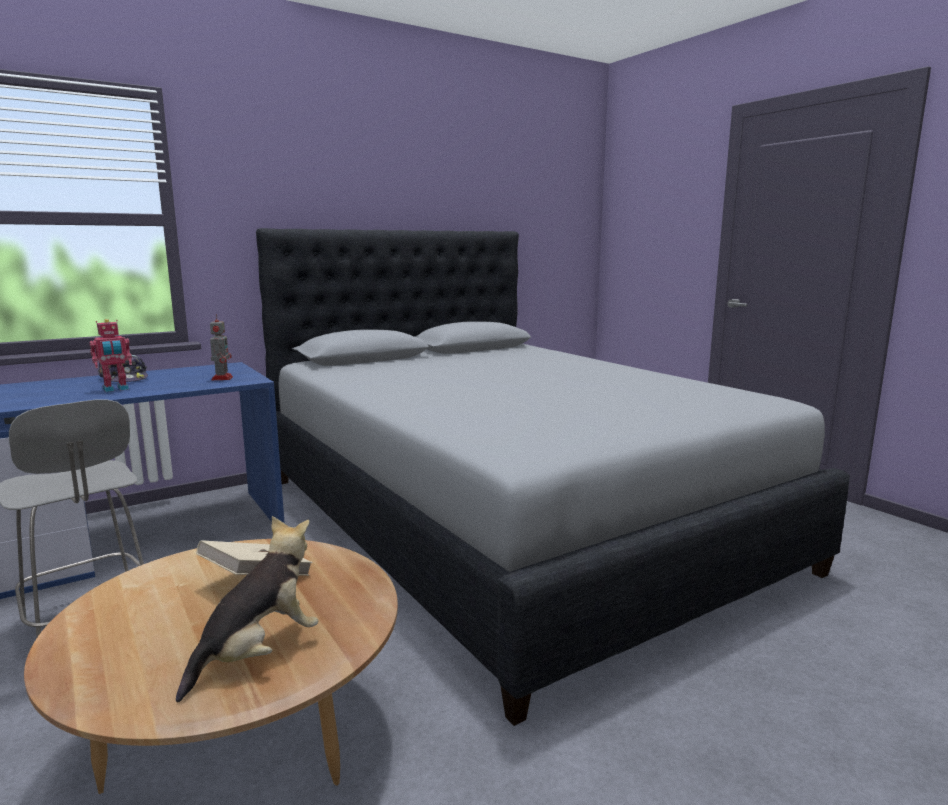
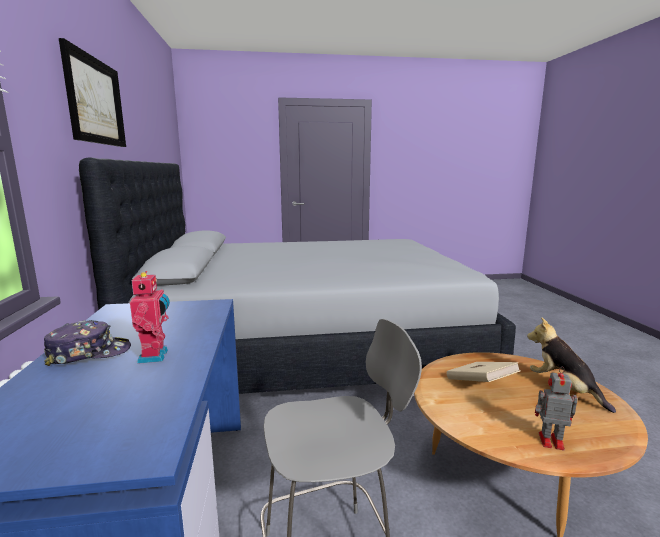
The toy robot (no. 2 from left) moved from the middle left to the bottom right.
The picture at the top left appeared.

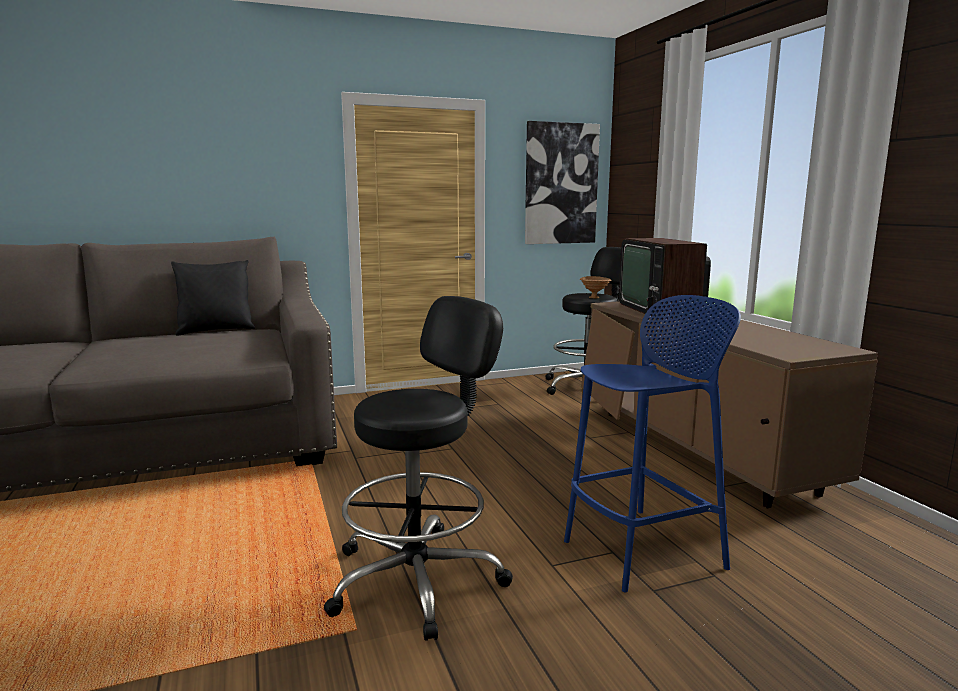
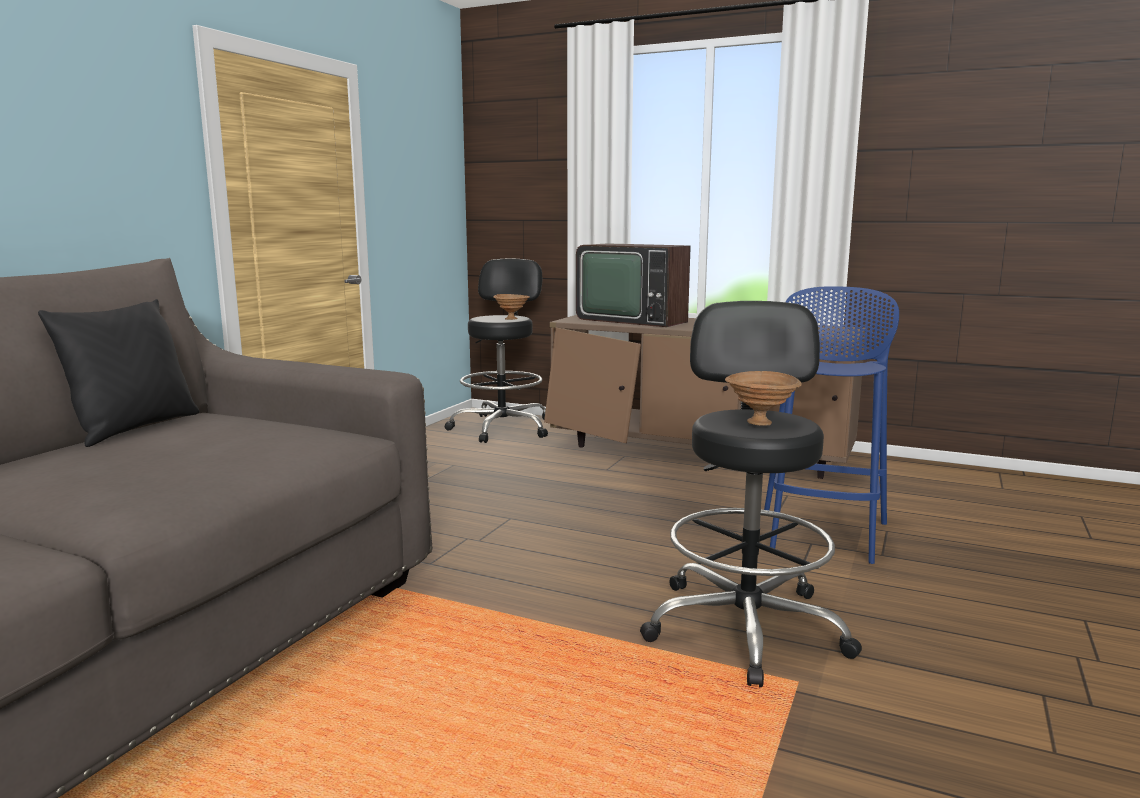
The picture at the top centre disappeared.
The brown bowl (no. 2 from left) at the middle right appeared.

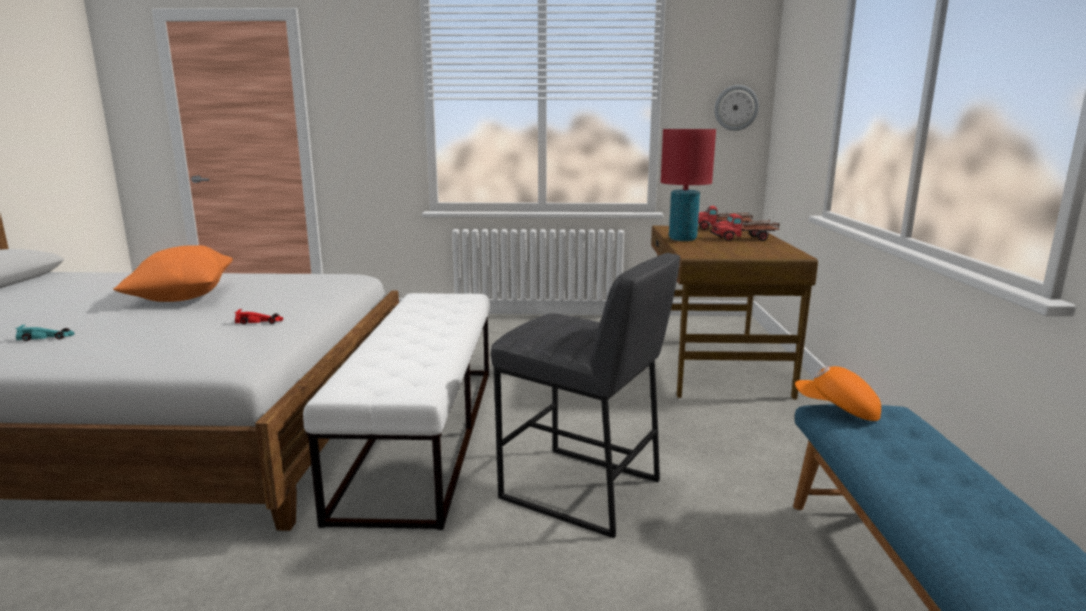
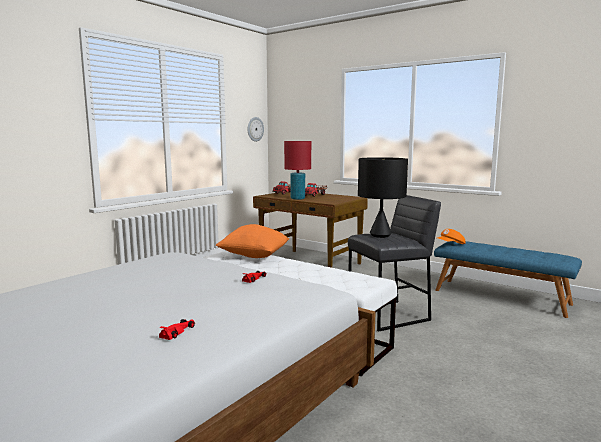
The turquoise toy car at the middle left became the red toy car (no. 1 from left) at the bottom left.
The orange pillow moved from the middle left to the centre.
The black table lamp at the centre appeared.

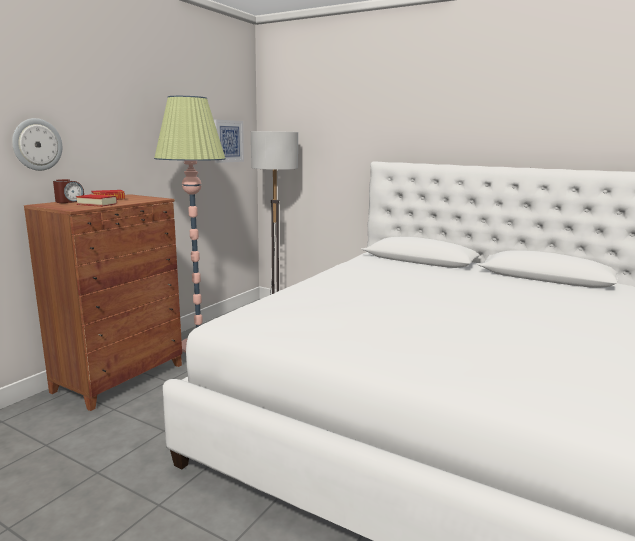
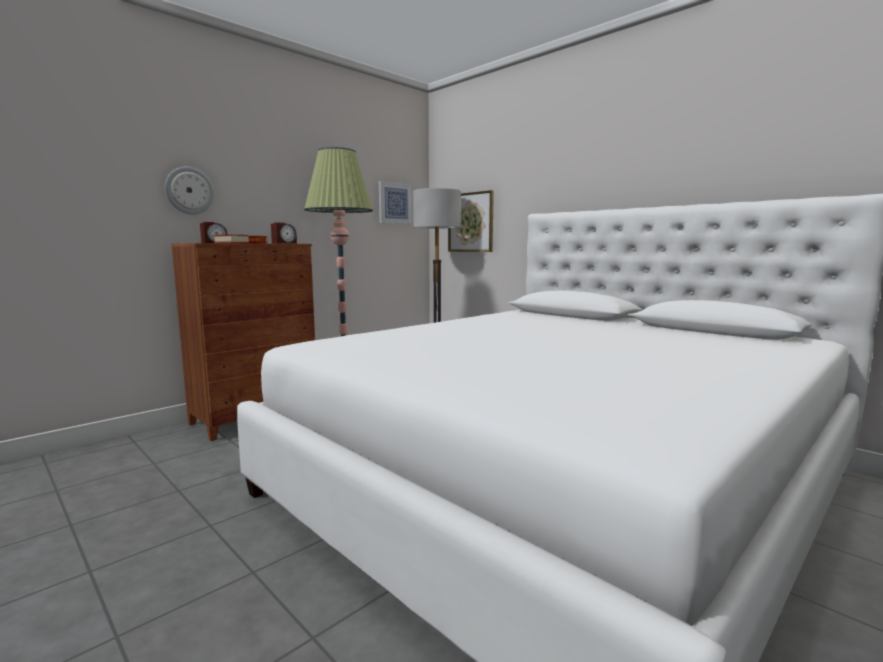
The alarm clock (no. 2 from left) at the middle left appeared.
The picture (no. 2 from left) at the centre appeared.

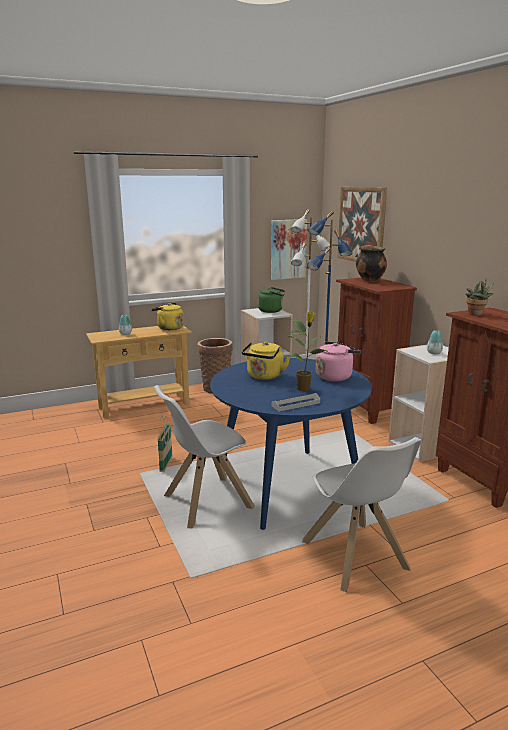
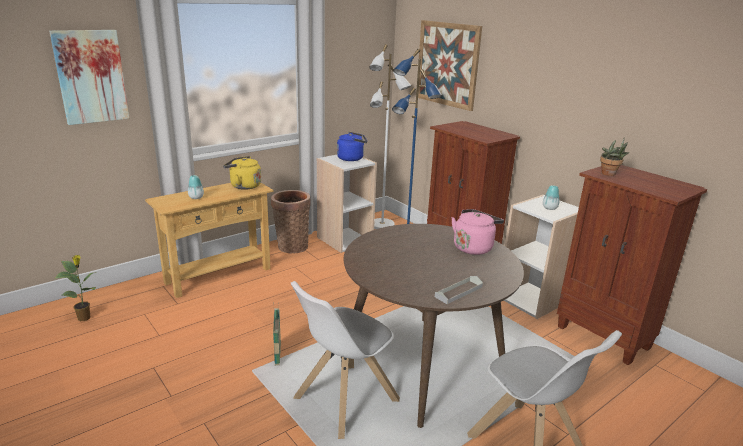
The blue dining table at the centre became the brown dining table at the bottom centre.
The yellow kettle (no. 2 from left) at the centre disappeared.
The green kettle at the centre became the blue kettle at the top centre.
The picture (no. 1 from left) moved from the centre to the top left.
The potted plant (no. 1 from left) moved from the centre to the middle left.
The cooking pot at the middle right disappeared.

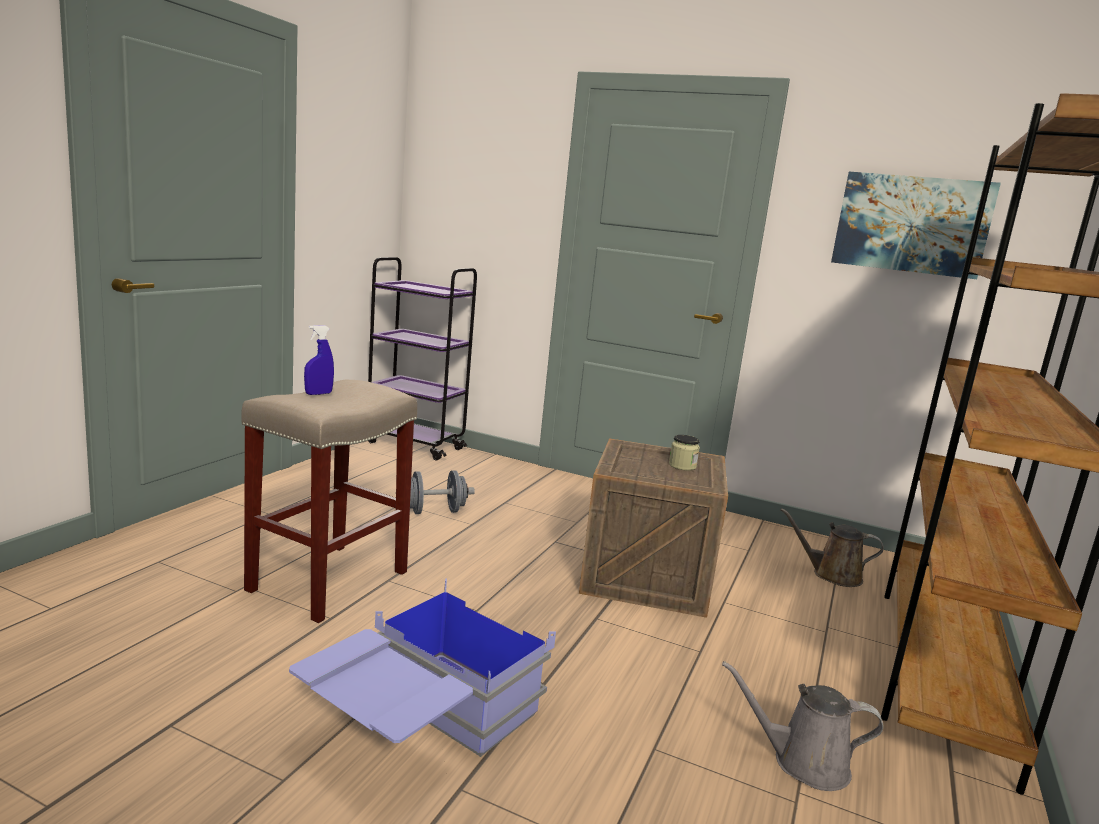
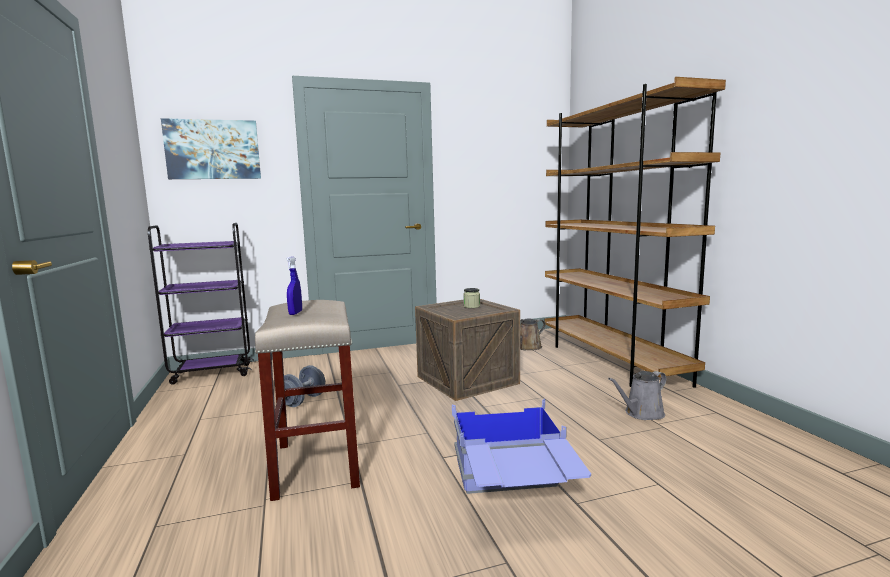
The picture moved from the top right to the top left.

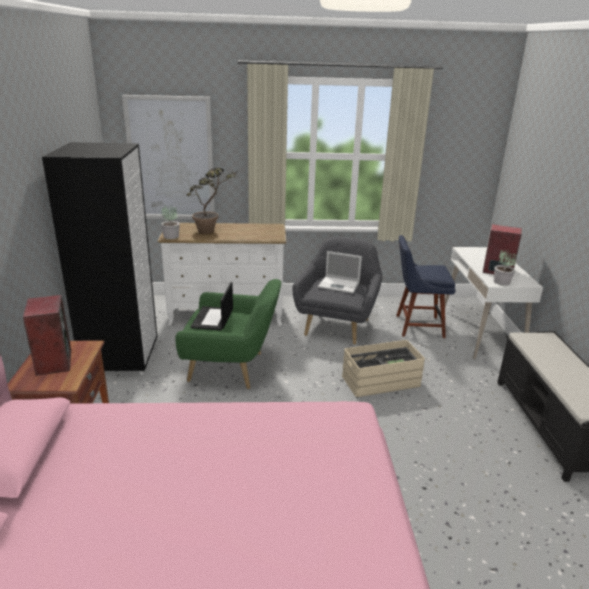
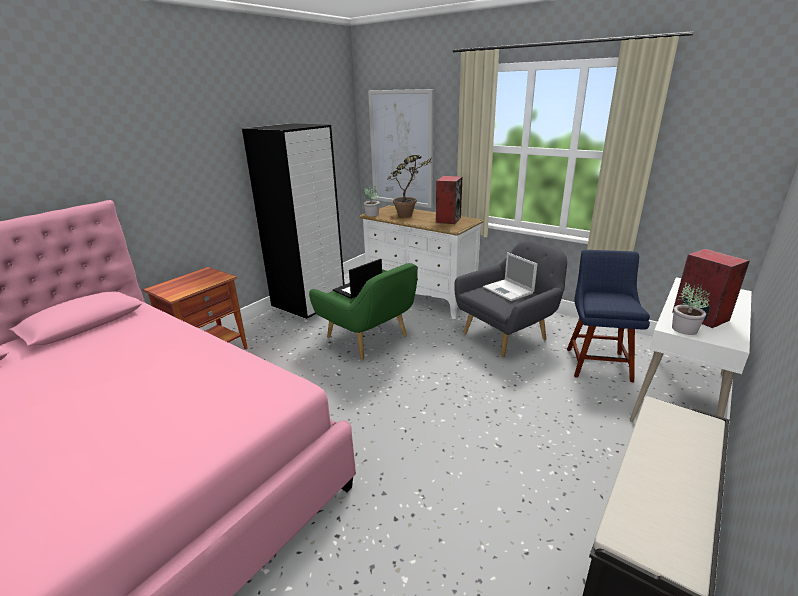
The speaker (no. 1 from left) moved from the middle left to the centre.
The beige storage box at the centre disappeared.
The blue chair at the middle right turned 60 degrees clockwise.

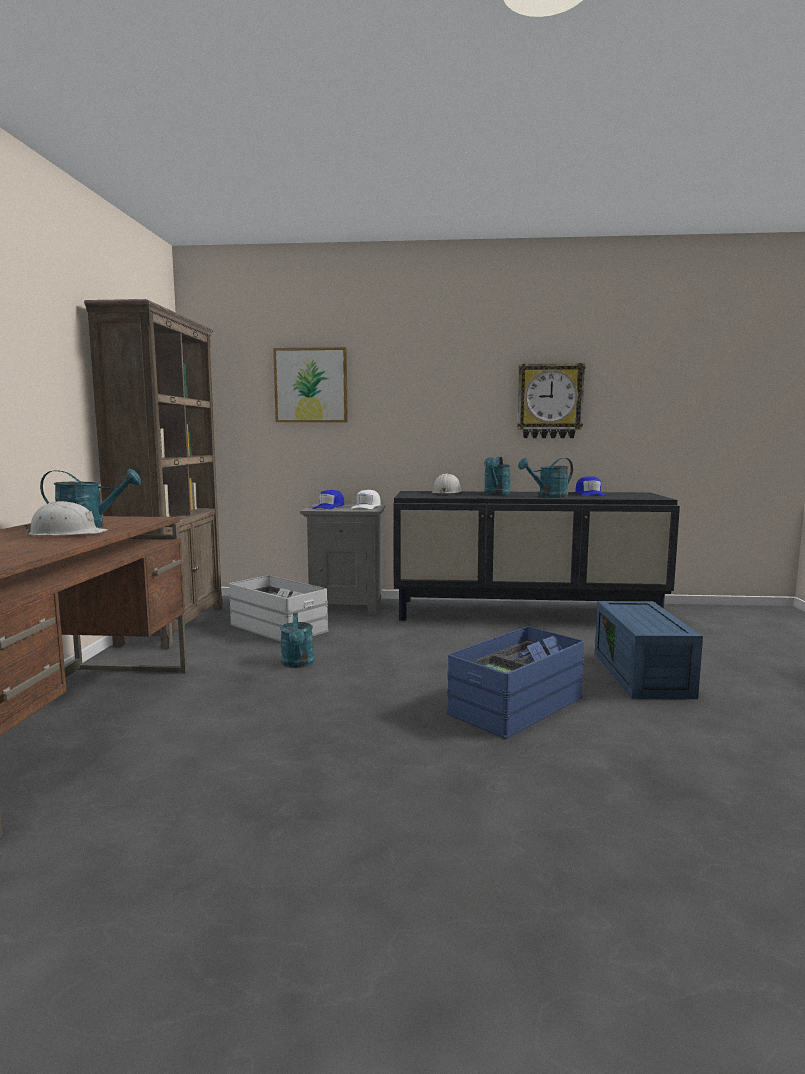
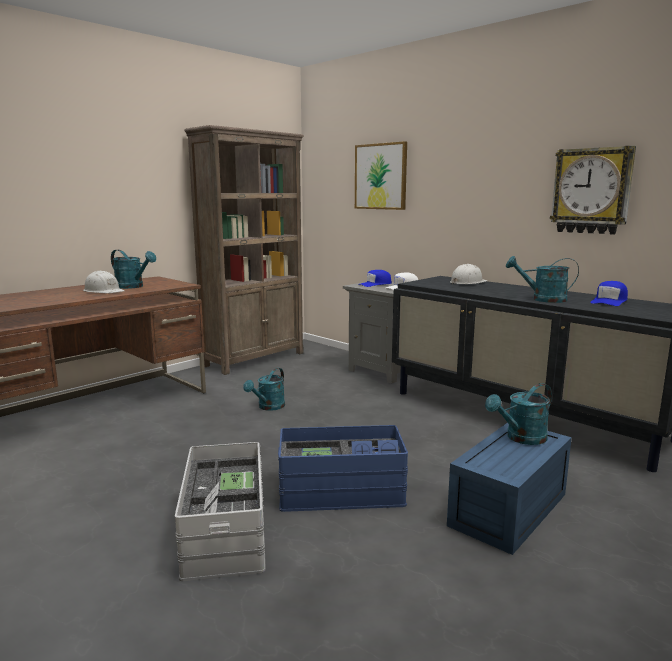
The grey storage box moved from the centre to the bottom left.
The turquoise watering can (no. 3 from left) moved from the centre to the middle right.

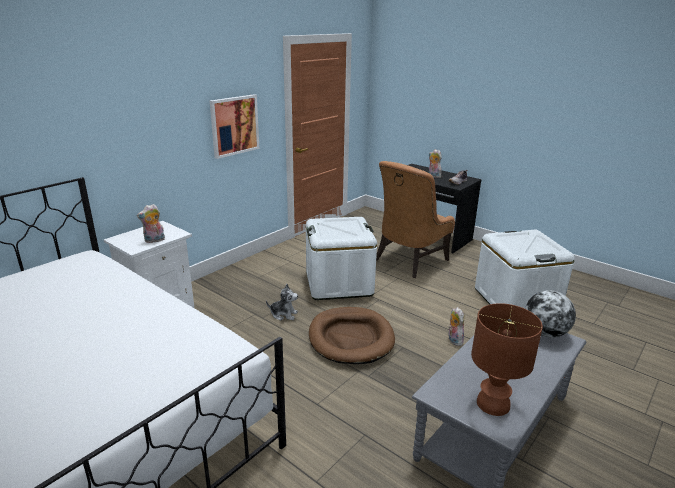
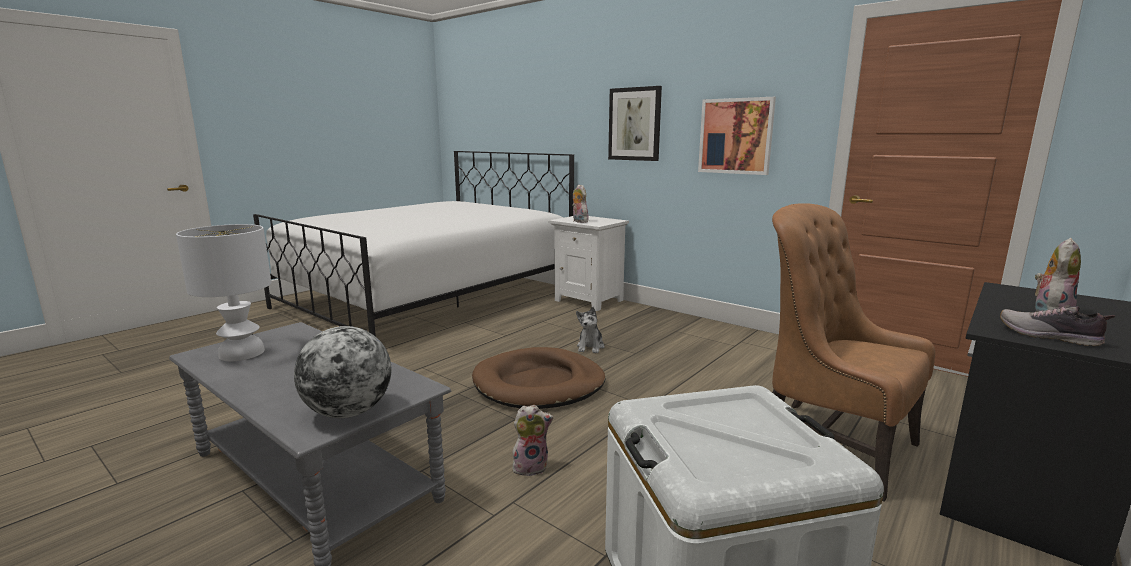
The white storage box (no. 1 from left) at the centre disappeared.
The brown table lamp at the bottom right became the white table lamp at the middle left.
The picture (no. 1 from left) at the top centre appeared.

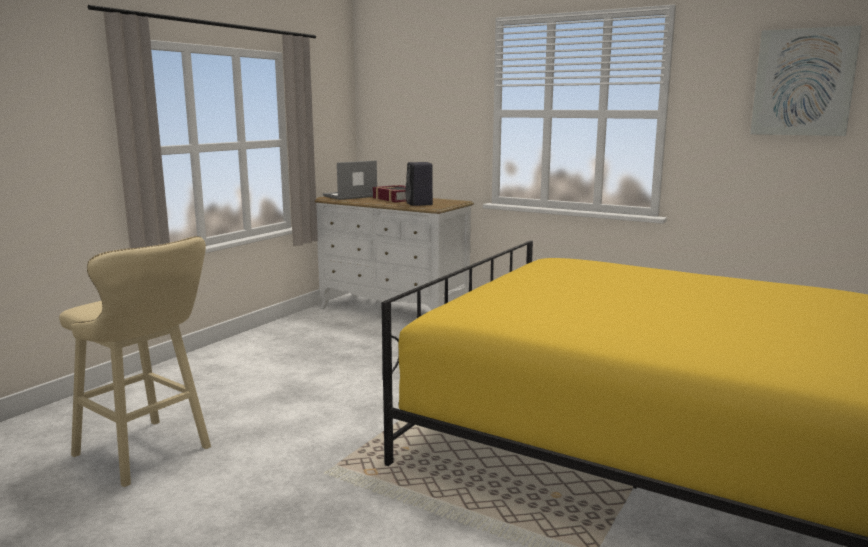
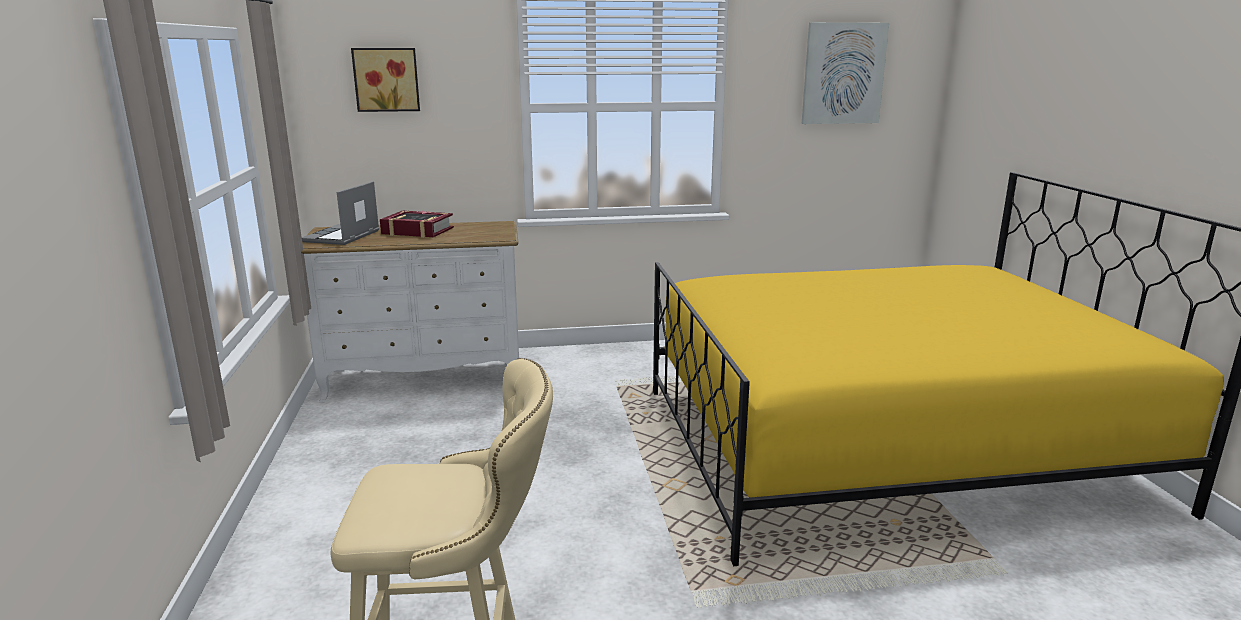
The black speaker at the centre disappeared.
The picture (no. 1 from left) at the top left appeared.

